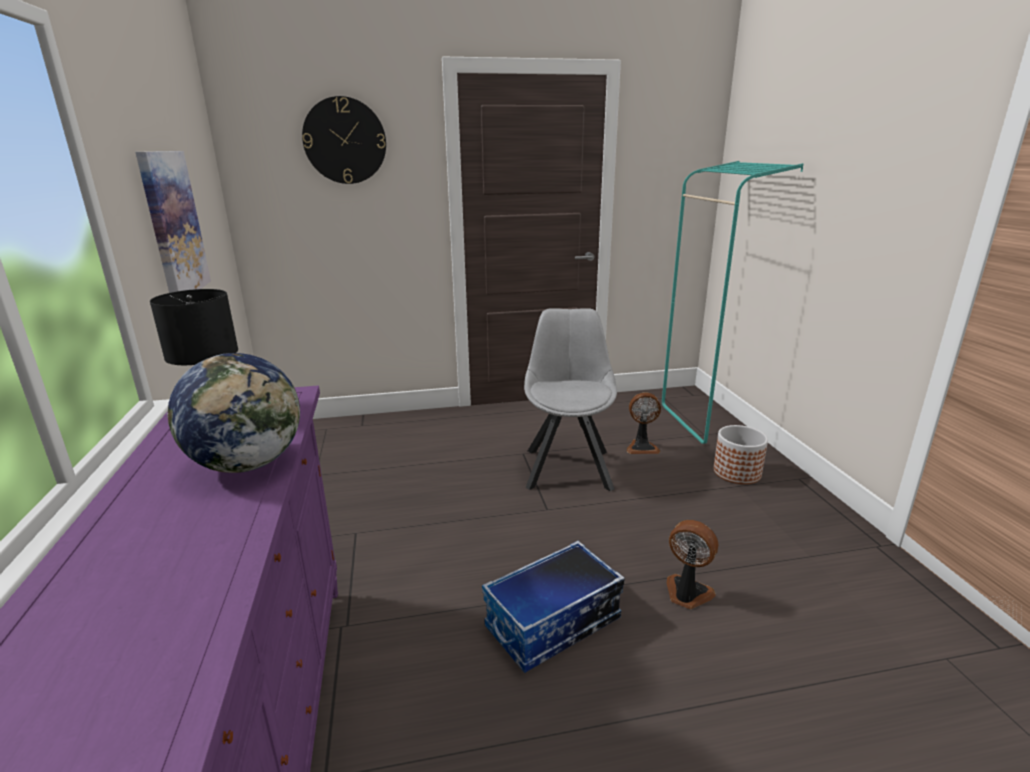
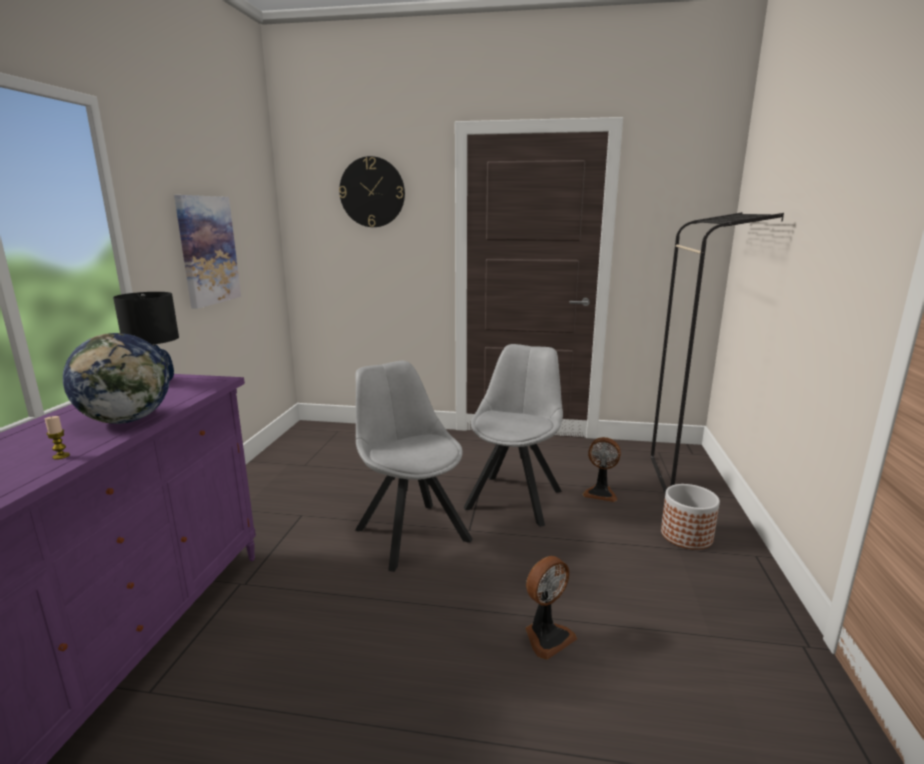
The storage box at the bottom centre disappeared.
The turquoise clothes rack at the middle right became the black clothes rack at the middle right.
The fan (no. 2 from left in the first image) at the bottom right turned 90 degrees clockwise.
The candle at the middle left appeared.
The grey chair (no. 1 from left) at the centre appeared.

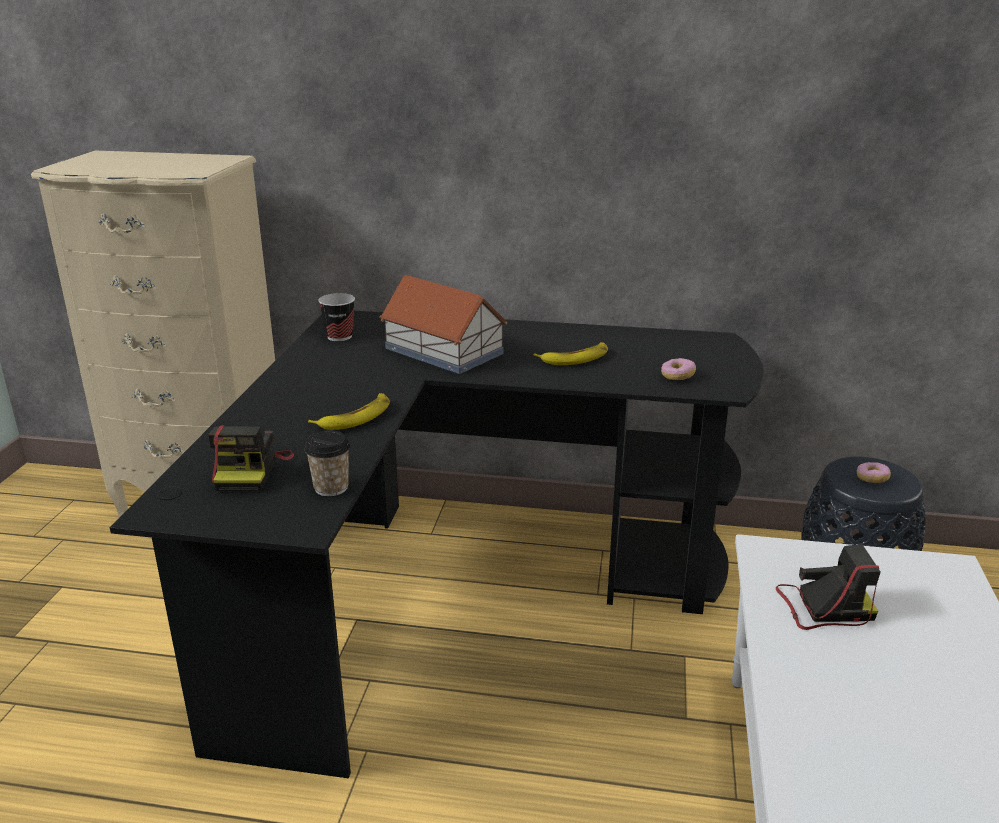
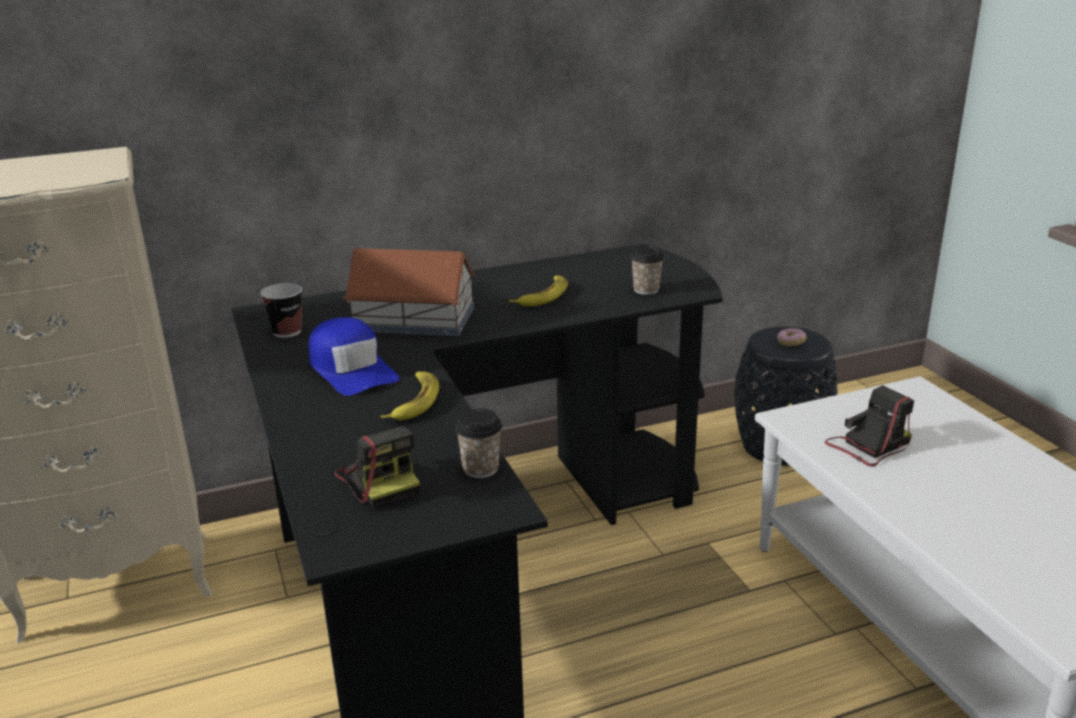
The donut (no. 1 from left) at the middle right was replaced by the cup (no. 3 from left) at the centre.
The blue cap at the middle left appeared.

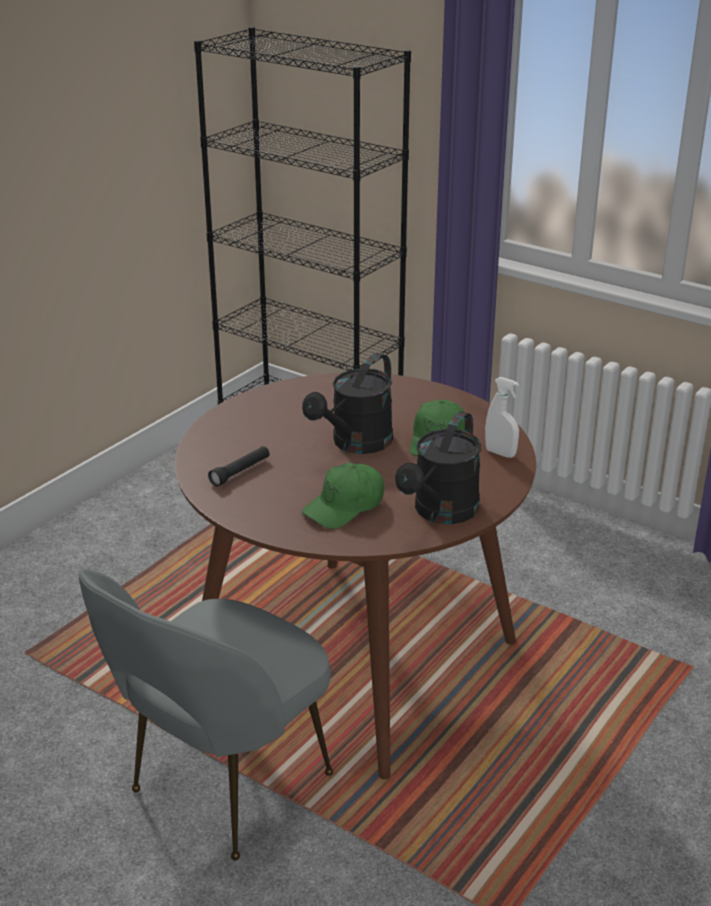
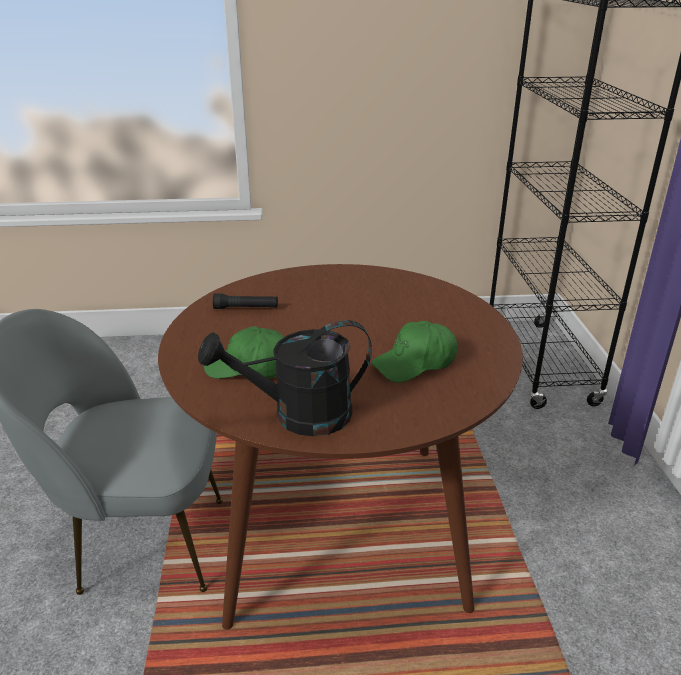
The black watering can (no. 1 from left) at the centre disappeared.
The white spray bottle at the middle right disappeared.

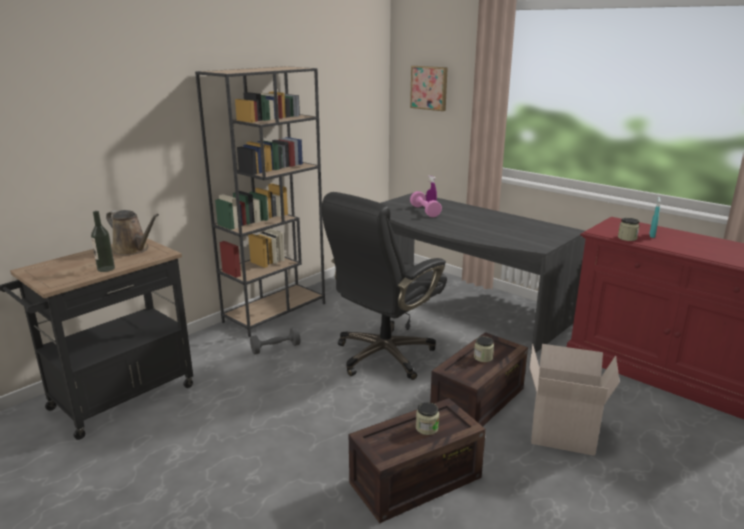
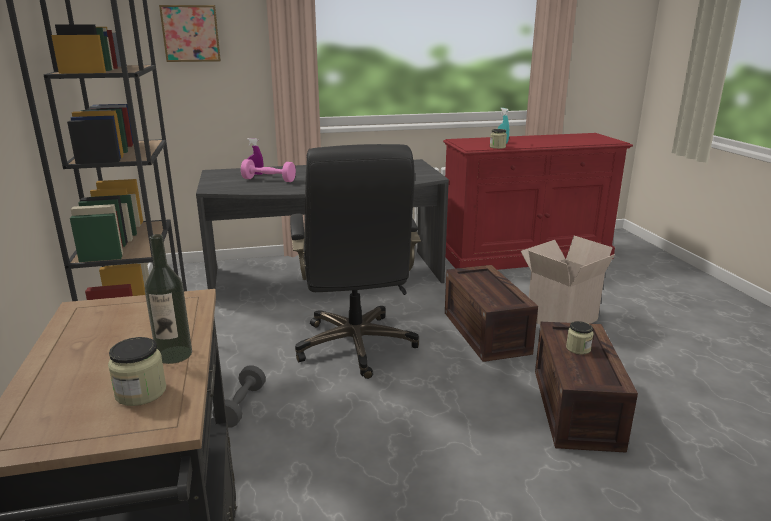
The brown watering can at the middle left disappeared.
The jar (no. 2 from left in the first image) moved from the centre to the bottom left.

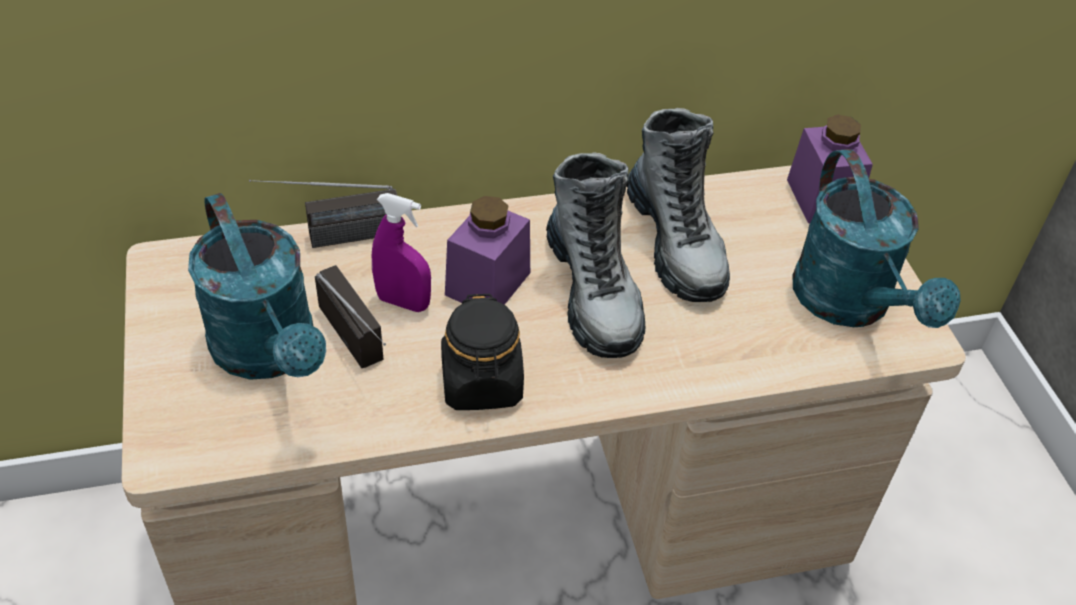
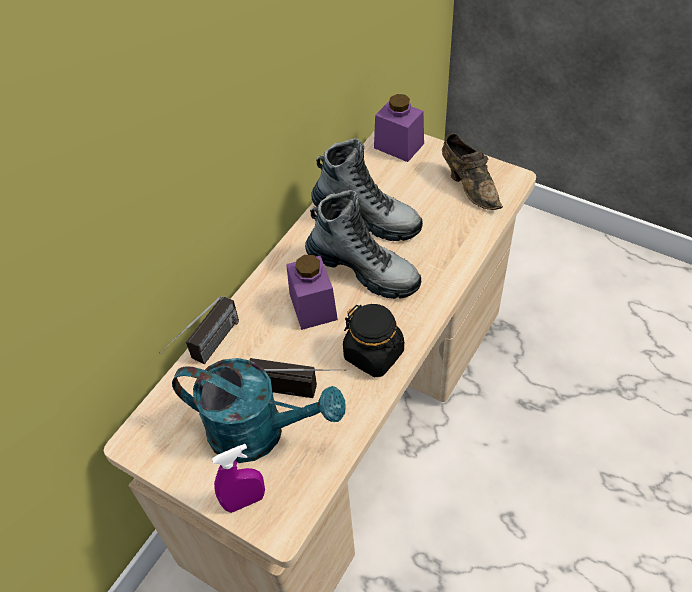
The purple spray bottle moved from the centre to the bottom centre.
The turquoise watering can (no. 2 from left) at the middle right was replaced by the brown shoe at the top right.

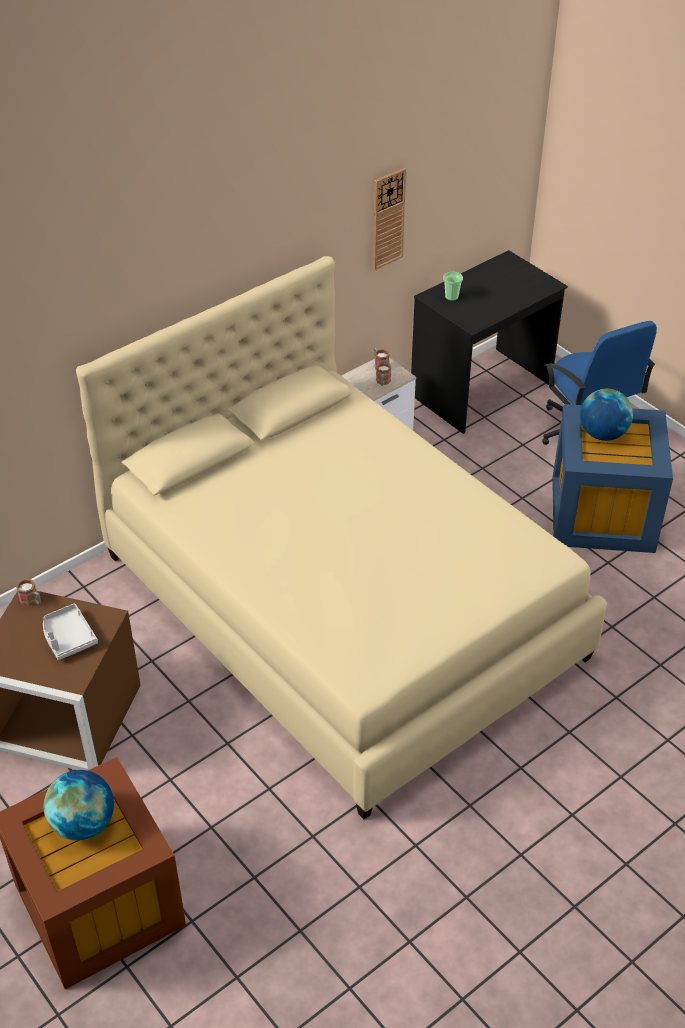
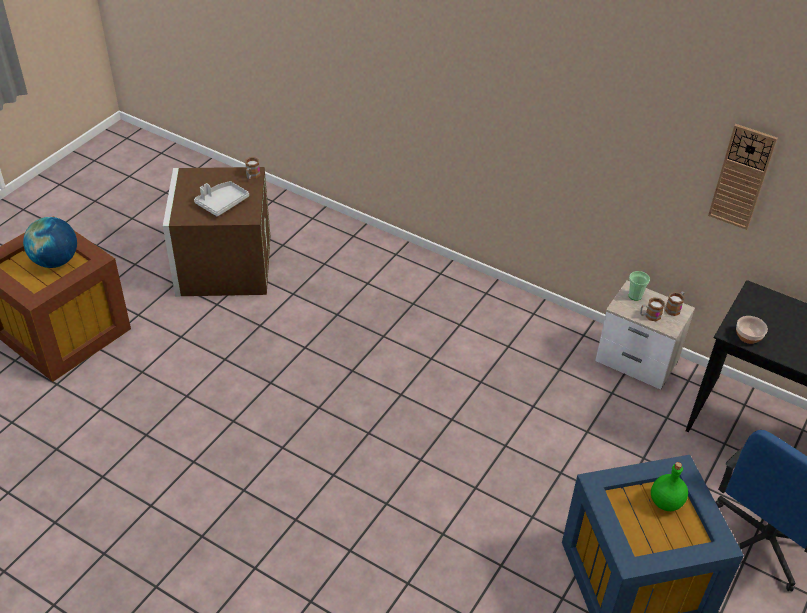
The beige bed at the centre disappeared.
The cup moved from the top centre to the middle right.
The globe (no. 2 from left) at the middle right was replaced by the green bottle at the bottom right.
The bowl at the middle right appeared.

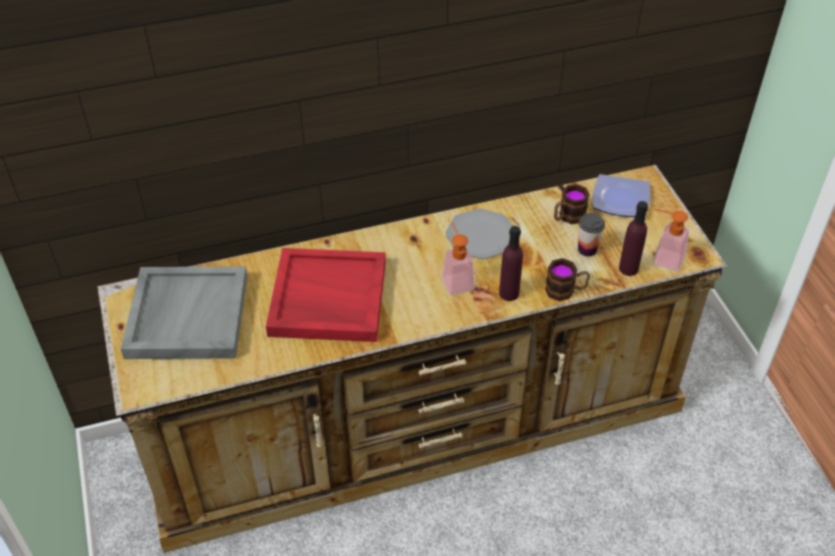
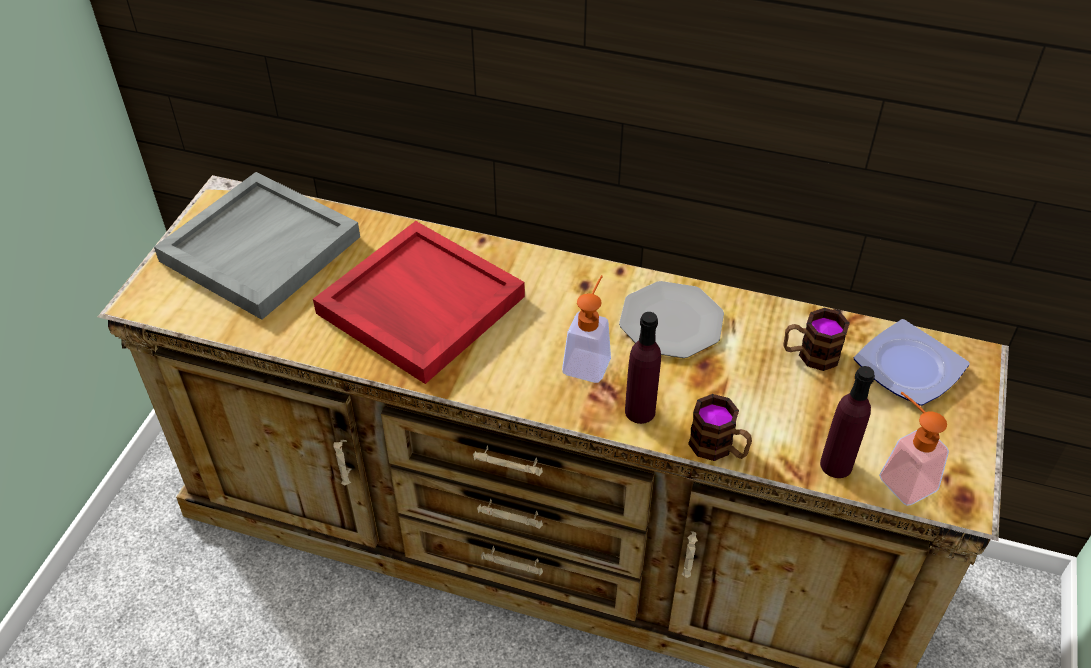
The cup at the middle right disappeared.

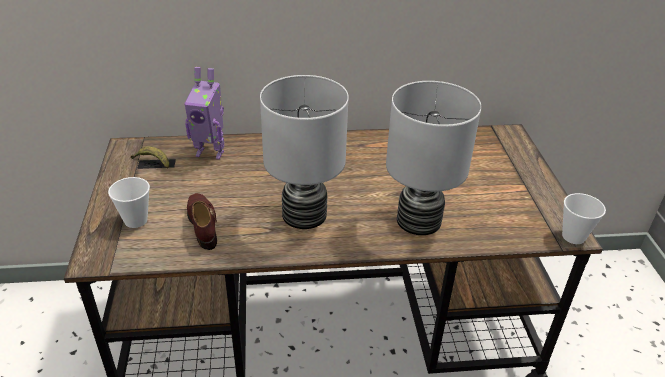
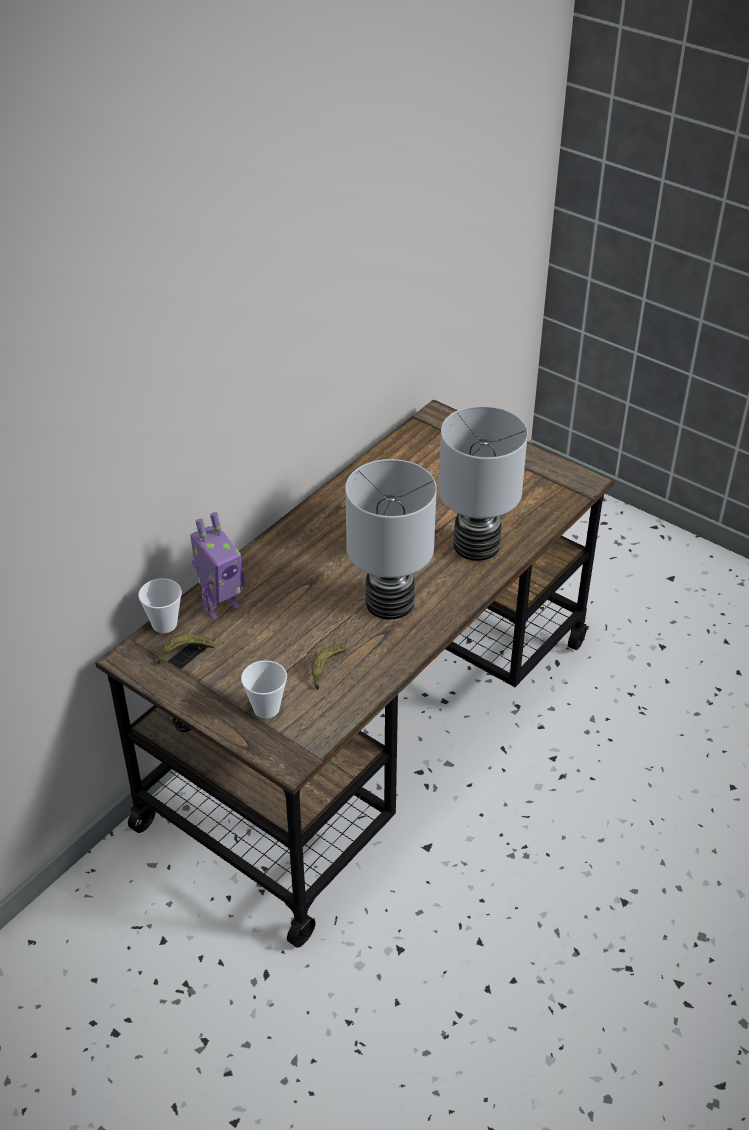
The brown shoe at the middle left was replaced by the banana (no. 2 from left) at the centre.
The cup (no. 2 from left in the first image) moved from the middle right to the middle left.

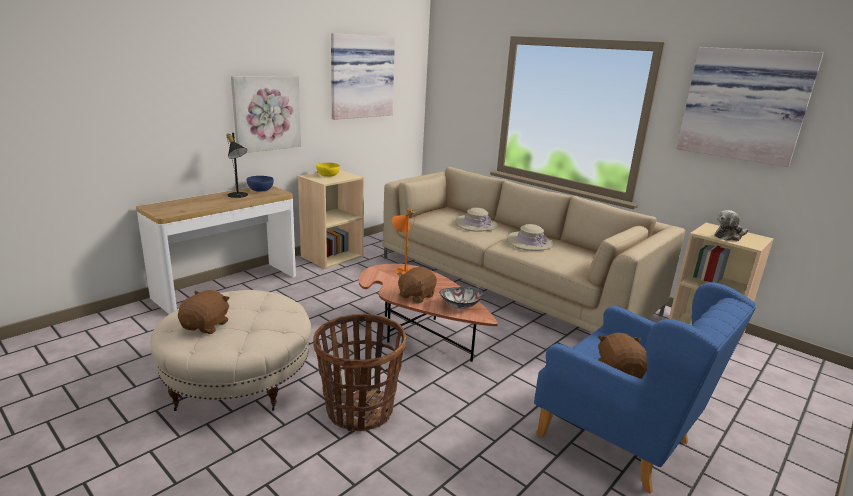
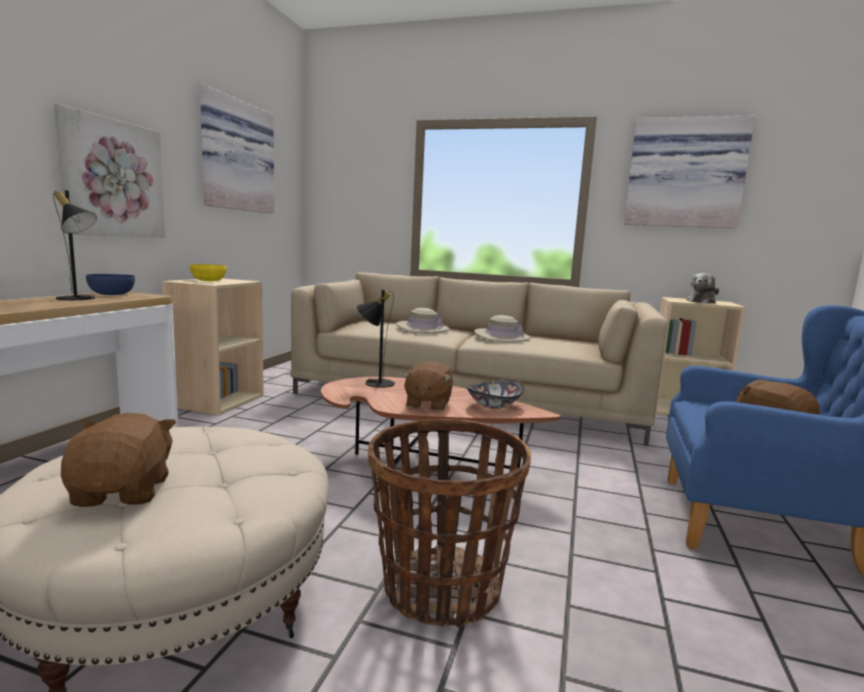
The orange table lamp at the centre became the black table lamp (no. 2 from left) at the centre.

